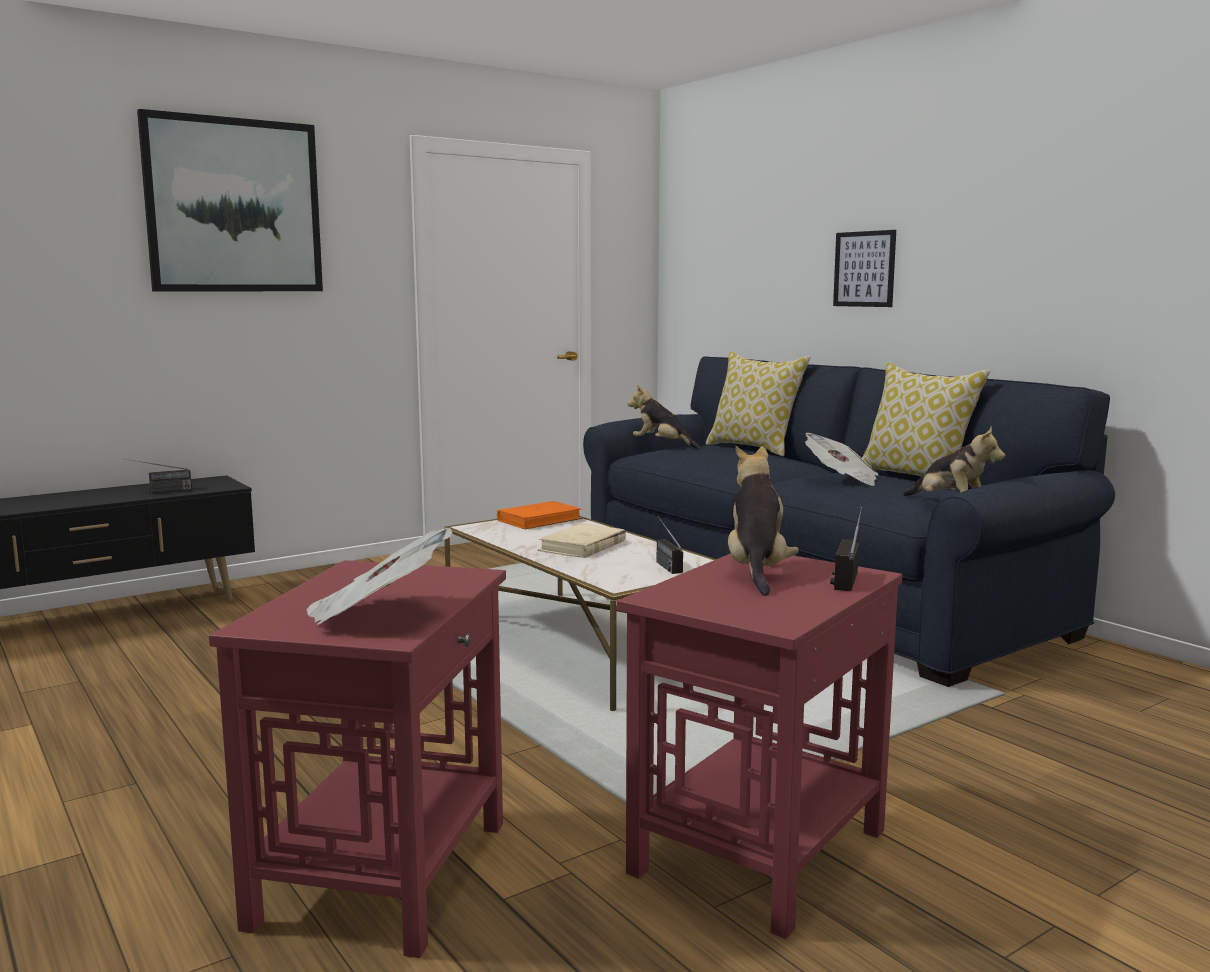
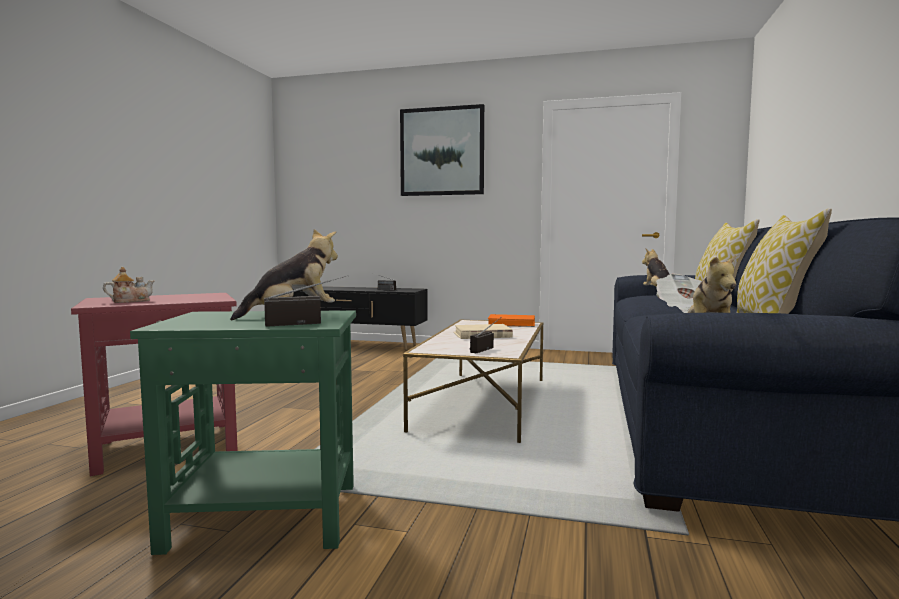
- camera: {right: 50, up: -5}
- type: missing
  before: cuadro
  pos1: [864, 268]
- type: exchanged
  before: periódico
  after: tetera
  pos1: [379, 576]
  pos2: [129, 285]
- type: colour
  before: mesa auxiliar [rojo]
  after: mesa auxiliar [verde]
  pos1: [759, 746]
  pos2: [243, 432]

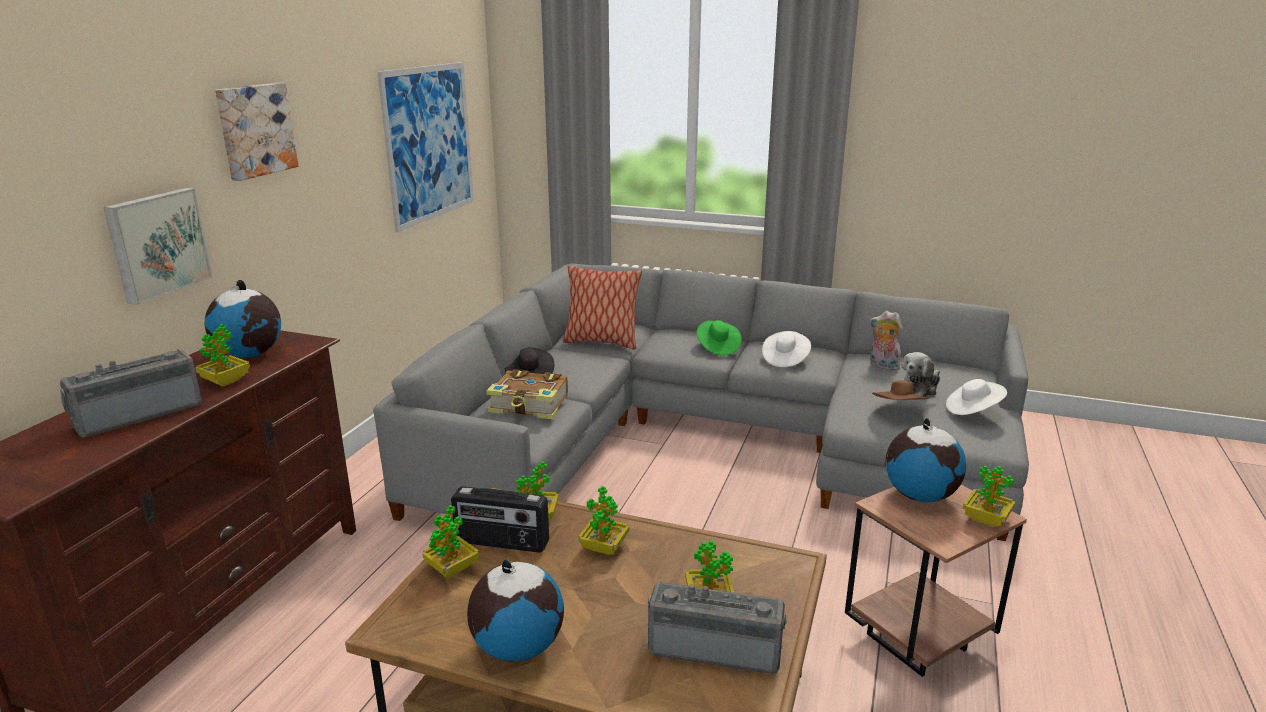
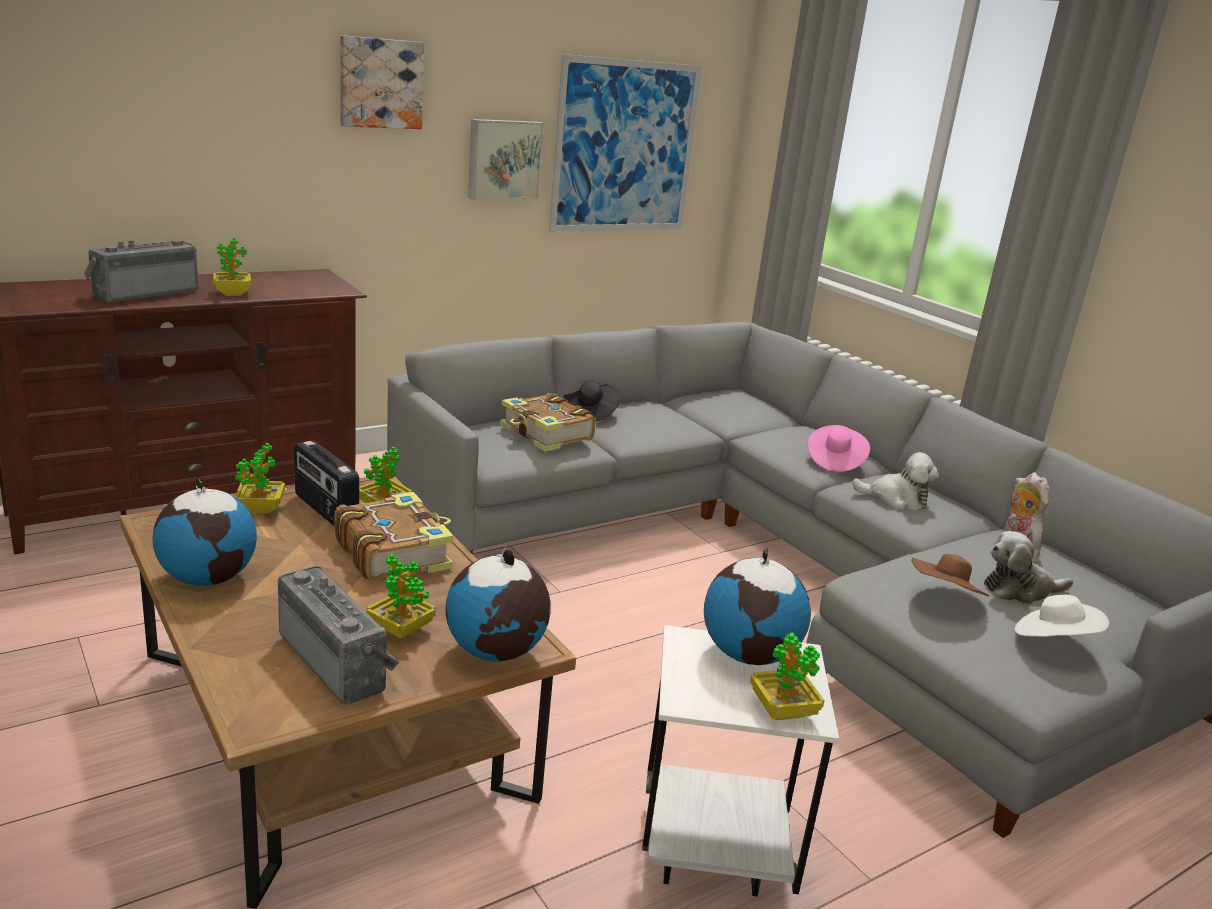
- camera: {right: 35, up: 0}
- type: missing
  before: cojín
  pos1: [602, 307]
- type: relocated
  before: cuadro
  pos1: [158, 246]
  pos2: [506, 159]
- type: relocated
  before: globo terráqueo
  pos1: [243, 319]
  pos2: [498, 605]
- type: exchanged
  before: planta en maceta
  after: libro
  pos1: [603, 520]
  pos2: [394, 536]
- type: exchanged
  before: sombrero [blanco]
  after: peluche
  pos1: [786, 349]
  pos2: [895, 481]
- type: colour
  before: sombrero [verde]
  after: sombrero [rosa]
  pos1: [719, 338]
  pos2: [839, 448]
- type: colour
  before: mesa auxiliar [marrón]
  after: mesa auxiliar [blanco]
  pos1: [936, 581]
  pos2: [740, 761]
- type: spun
  before: radio
  pos1: [131, 393]
  pos2: [141, 271]
  turn: -45

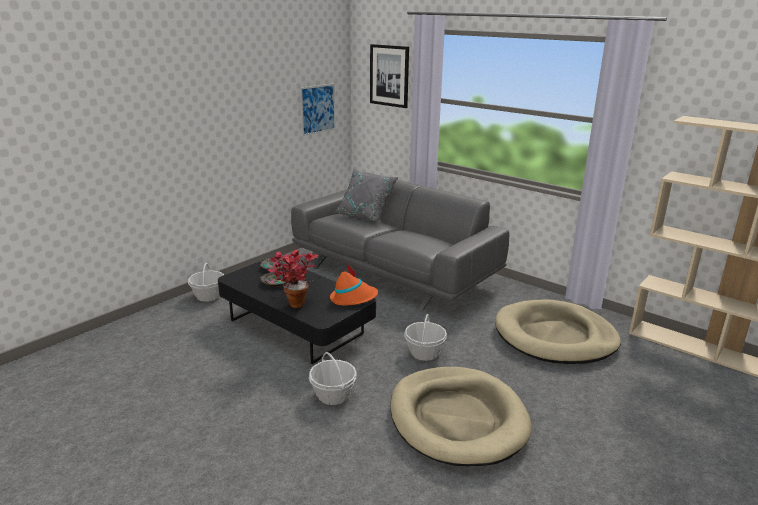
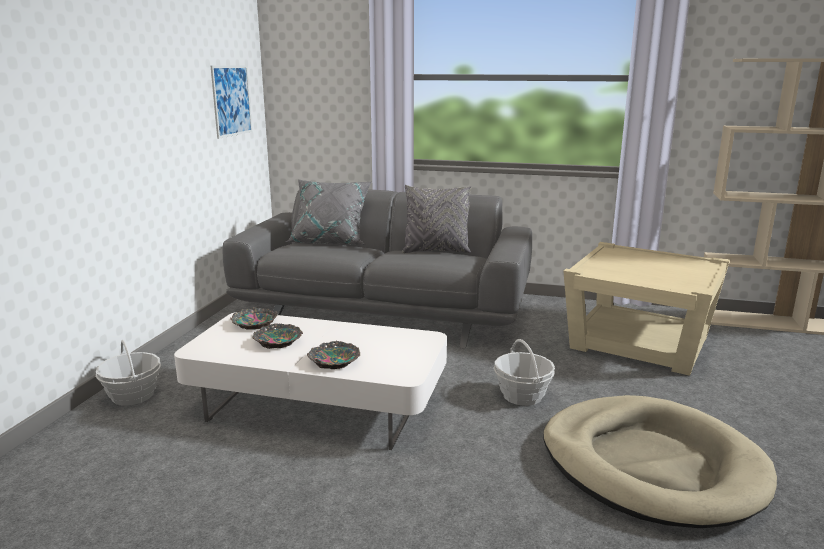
- camera: {right: -25, up: -5}
- type: missing
  before: cesta
  pos1: [333, 378]
- type: missing
  before: sombrero [naranja]
  pos1: [354, 284]
- type: missing
  before: cuadro
  pos1: [389, 76]
- type: appeared
  after: cojín [gris]
  pos2: [436, 219]
- type: exchanged
  before: planta en maceta
  after: cuenco
  pos1: [293, 278]
  pos2: [333, 355]
- type: exchanged
  before: cama para perro [beis]
  after: mesa auxiliar [beis]
  pos1: [558, 332]
  pos2: [646, 309]
- type: colour
  before: mesa de centro [negro]
  after: mesa de centro [blanco]
  pos1: [297, 311]
  pos2: [310, 381]

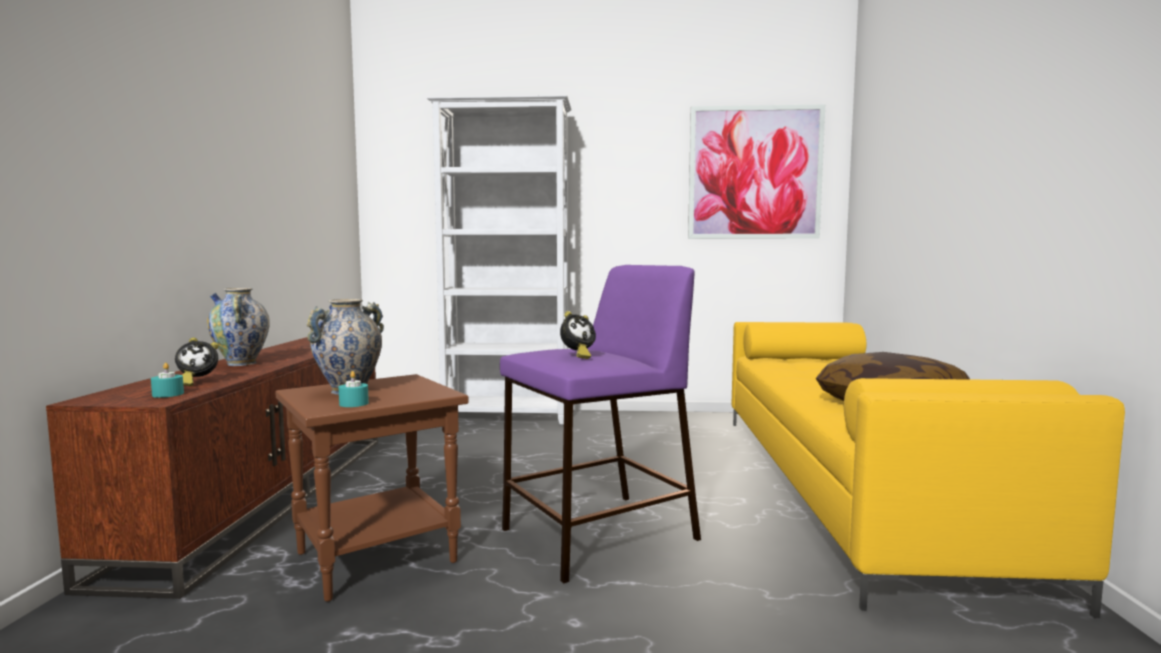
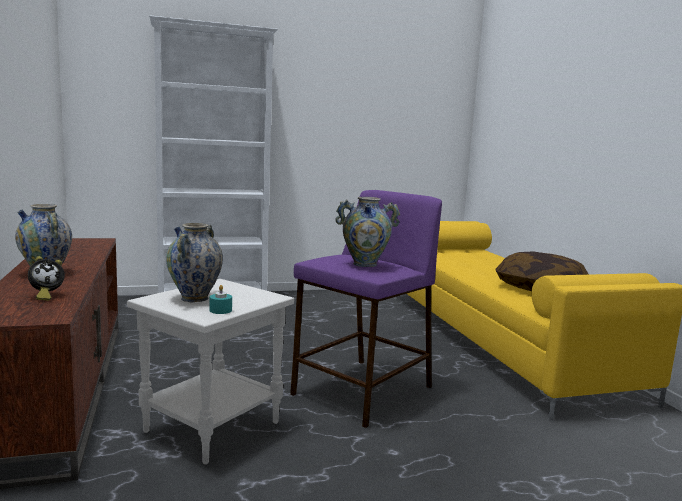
- camera: {right: -20, up: 5}
- type: missing
  before: vela [turquesa]
  pos1: [167, 380]
- type: missing
  before: cuadro
  pos1: [756, 171]
- type: exchanged
  before: despertador
  after: florero
  pos1: [578, 335]
  pos2: [368, 232]
- type: colour
  before: mesa auxiliar [marrón]
  after: mesa auxiliar [blanco]
  pos1: [372, 488]
  pos2: [210, 371]

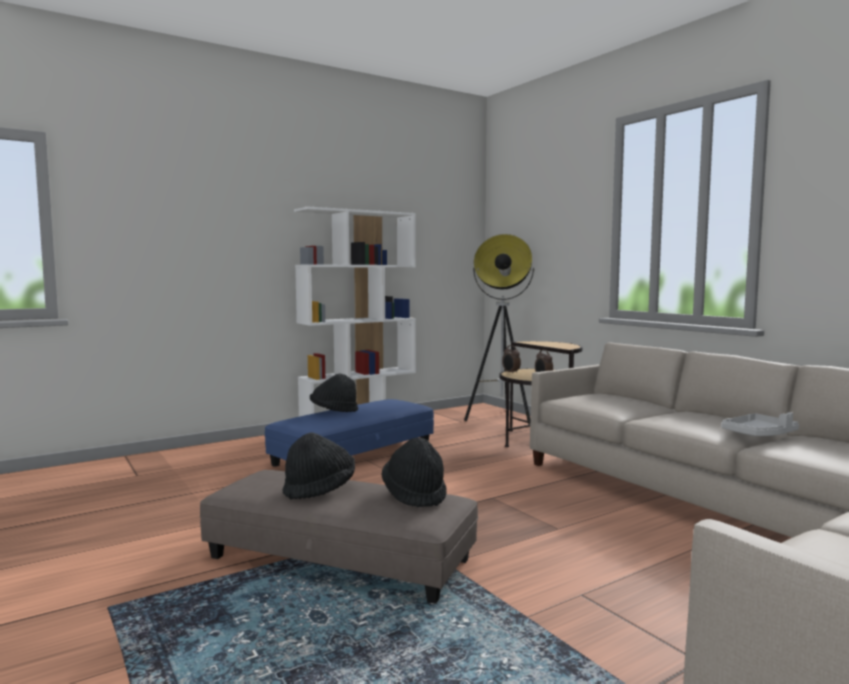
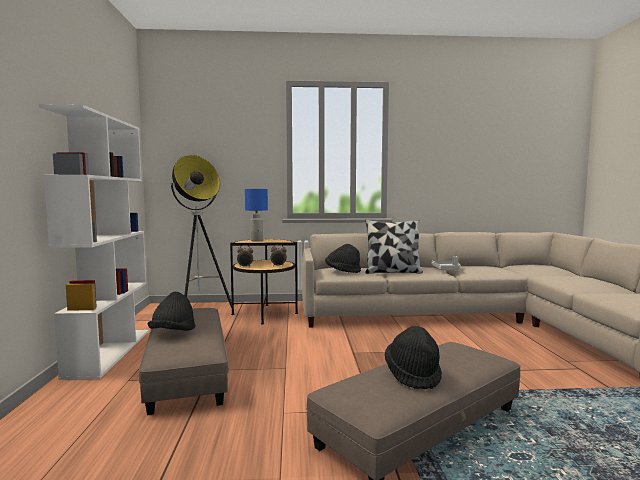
- camera: {right: -60, up: 0}
- type: appeared
  after: lámpara de mesa [azul]
  pos2: [256, 215]
- type: appeared
  after: cojín
  pos2: [394, 246]
- type: relocated
  before: sombrero [negro]
  pos1: [414, 472]
  pos2: [343, 258]
- type: colour
  before: puf [azul]
  after: puf [gris]
  pos1: [349, 433]
  pos2: [184, 361]

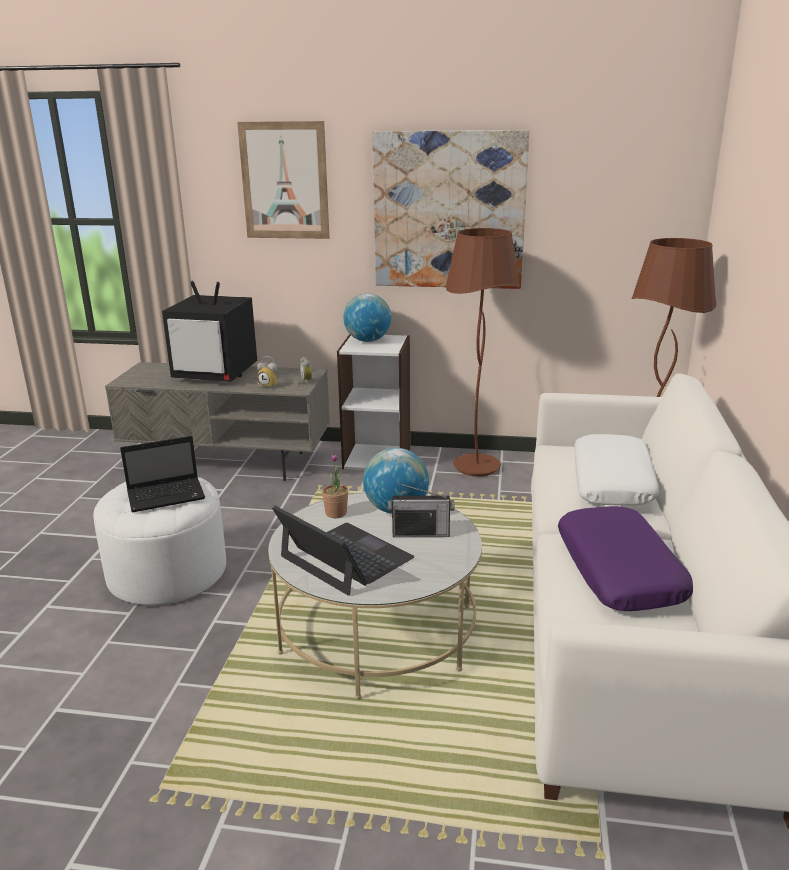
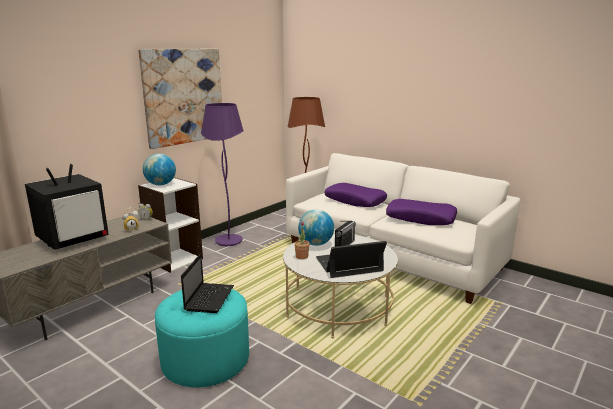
- camera: {right: -60, up: -5}
- type: missing
  before: cuadro
  pos1: [283, 180]
- type: colour
  before: puf [blanco]
  after: puf [turquesa]
  pos1: [159, 541]
  pos2: [202, 338]
- type: colour
  before: lámpara de pie [marrón]
  after: lámpara de pie [morado]
  pos1: [483, 352]
  pos2: [222, 174]
- type: colour
  before: cojín [blanco]
  after: cojín [morado]
  pos1: [616, 469]
  pos2: [356, 195]

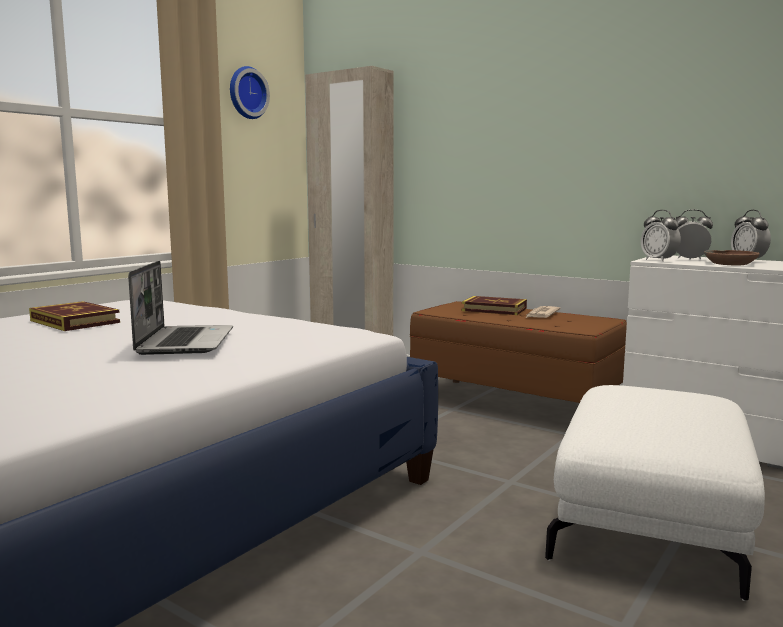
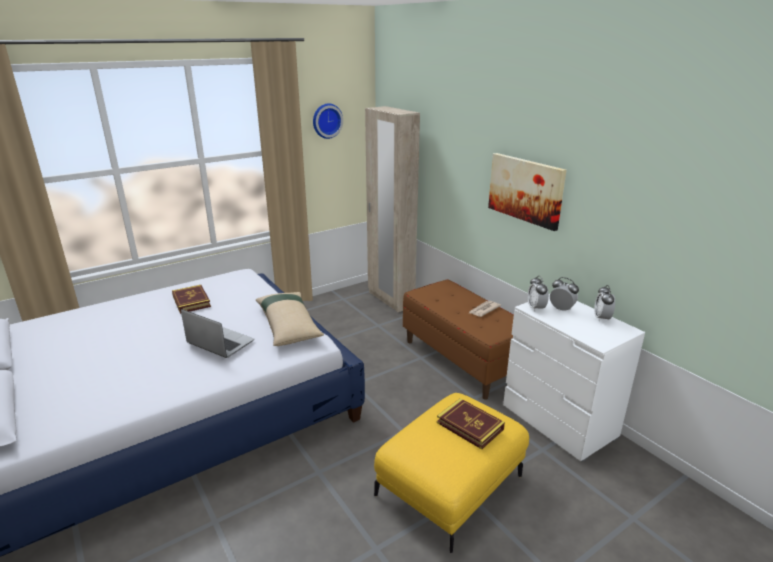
- camera: {right: 20, up: 15}
- type: missing
  before: cuenco [marrón]
  pos1: [732, 257]
- type: appeared
  after: cojín [beis]
  pos2: [290, 319]
- type: appeared
  after: cuadro
  pos2: [527, 192]
- type: relocated
  before: libro
  pos1: [494, 305]
  pos2: [471, 424]
- type: colour
  before: puf [blanco]
  after: puf [amarillo]
  pos1: [655, 493]
  pos2: [451, 473]
- type: spun
  before: portátil
  pos1: [180, 308]
  pos2: [217, 333]
  turn: -75

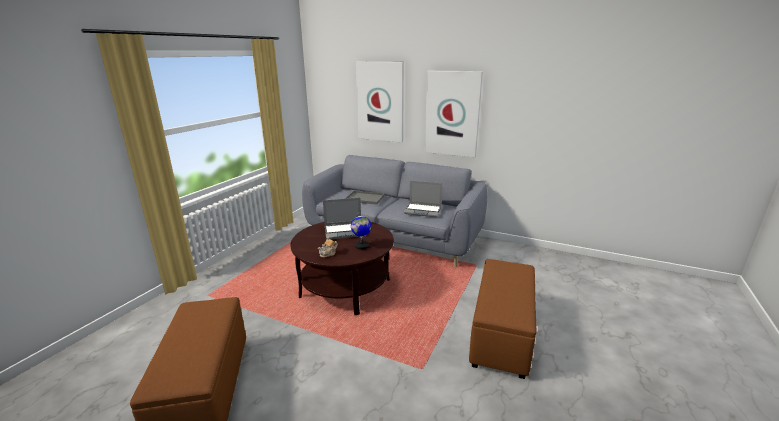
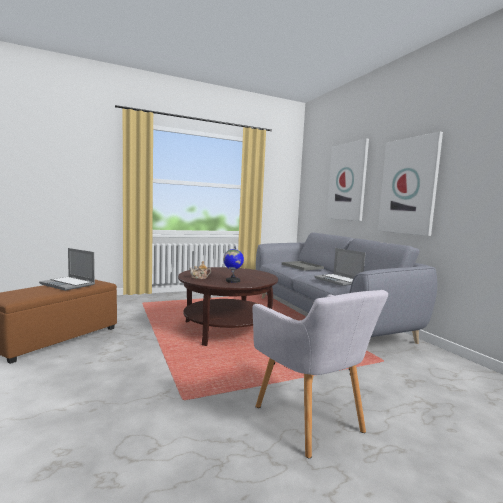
- camera: {right: 40, up: -15}
- type: relocated
  before: portátil
  pos1: [342, 218]
  pos2: [67, 269]
- type: exchanged
  before: puf [marrón]
  after: sillón [gris]
  pos1: [502, 319]
  pos2: [320, 374]

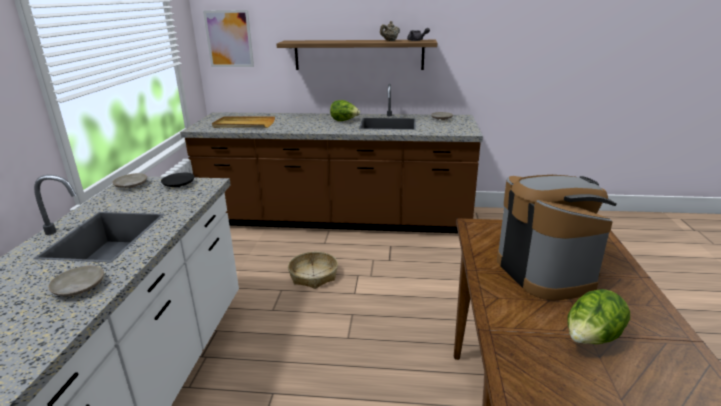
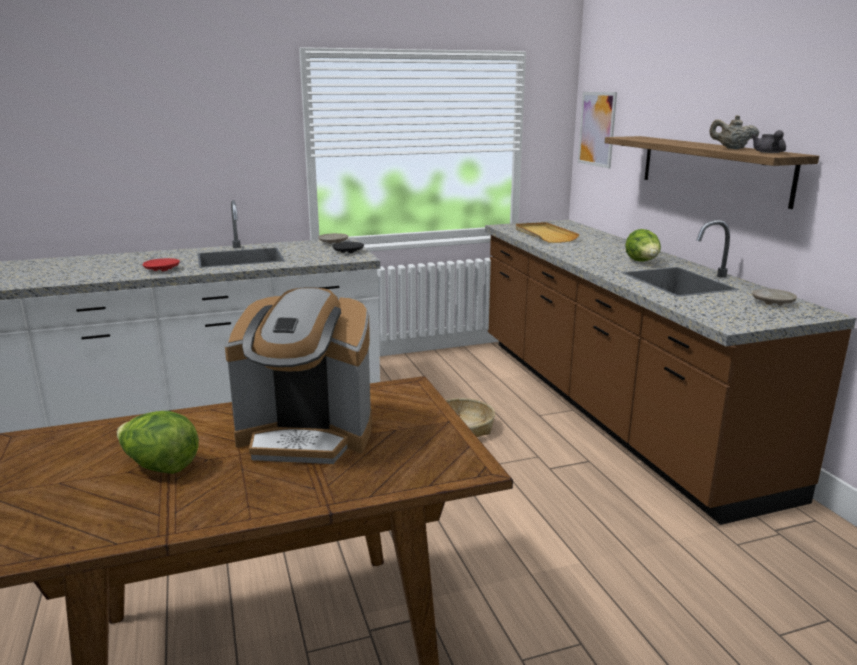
- camera: {right: 65, up: -5}
- type: colour
  before: plato [beis]
  after: plato [rojo]
  pos1: [76, 280]
  pos2: [161, 264]
- type: spun
  before: cafetera
  pos1: [557, 238]
  pos2: [298, 375]
  turn: 45

